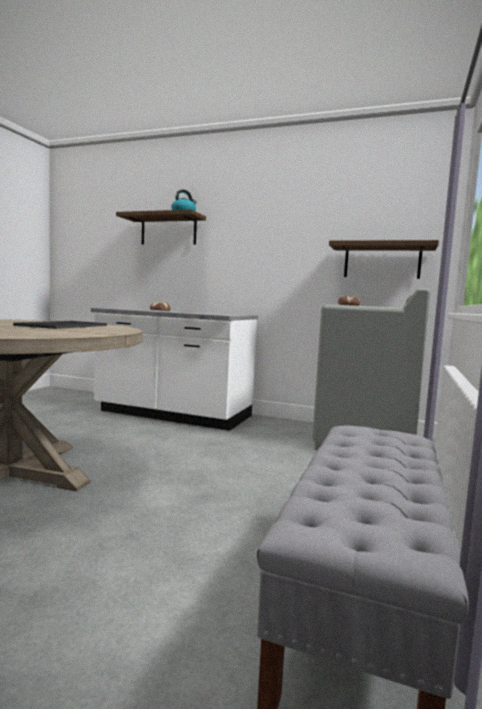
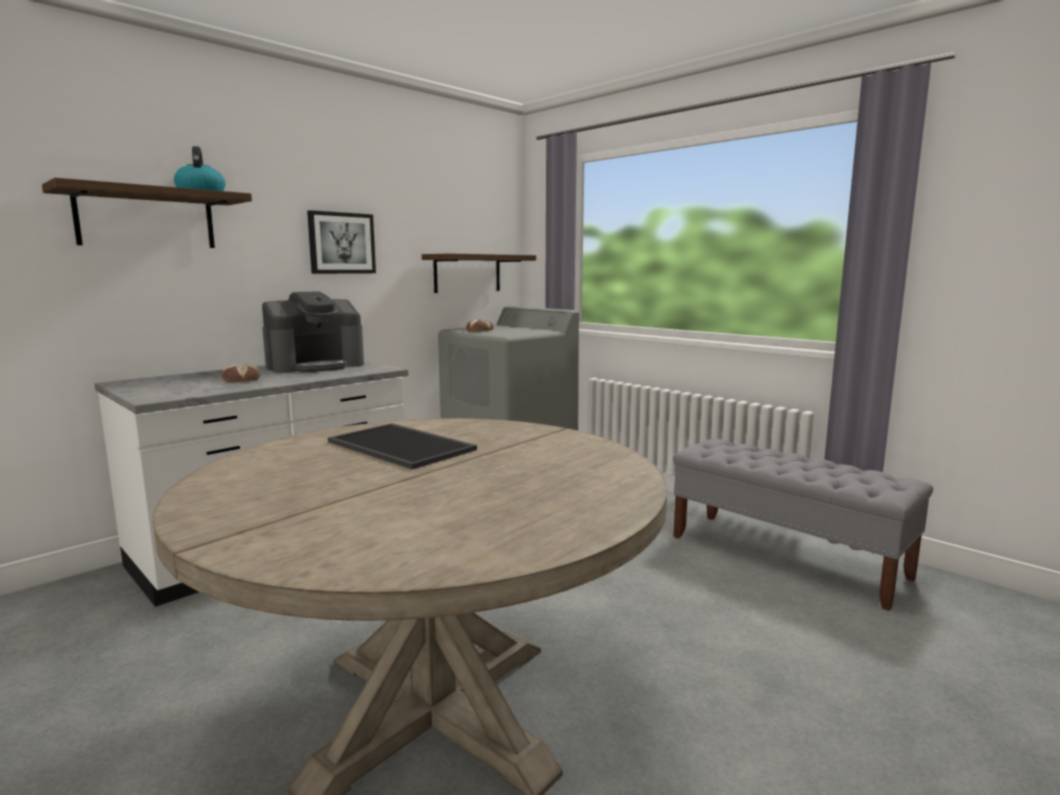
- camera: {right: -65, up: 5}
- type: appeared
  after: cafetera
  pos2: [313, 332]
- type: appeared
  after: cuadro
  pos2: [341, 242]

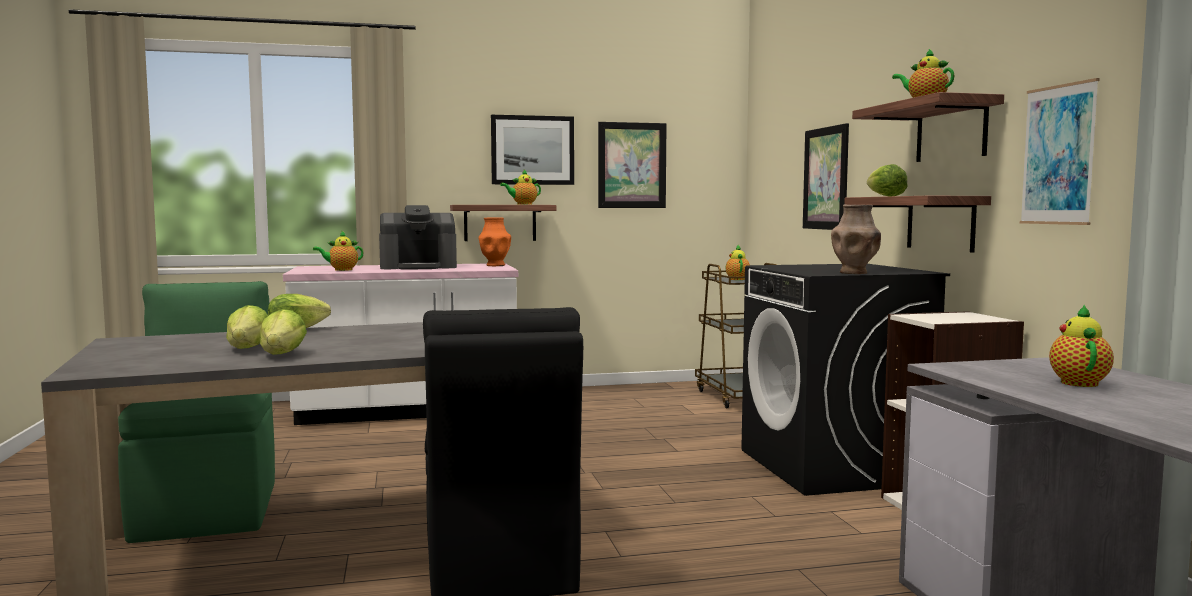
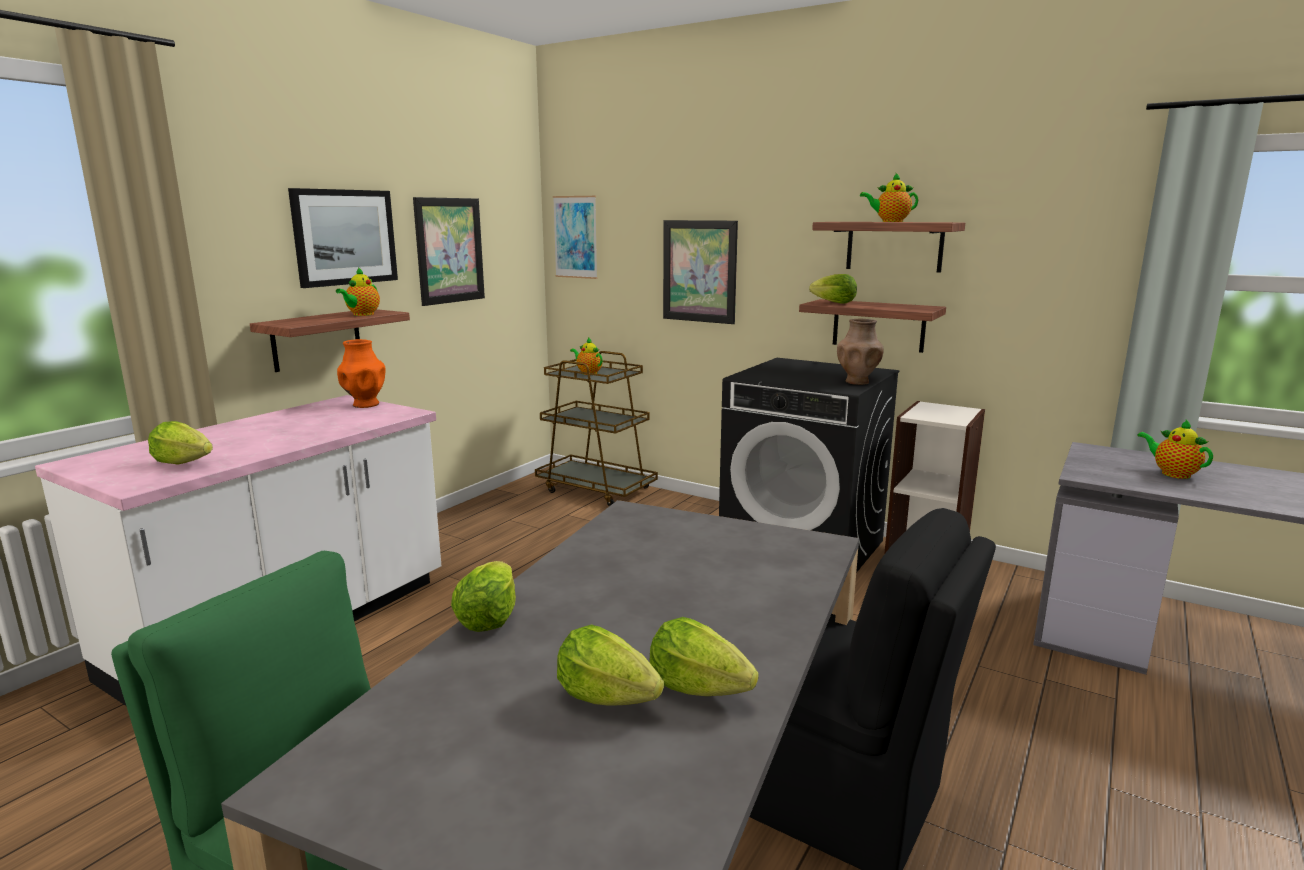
- camera: {right: -45, up: 10}
- type: missing
  before: cafetera
  pos1: [418, 237]
- type: relocated
  before: cuadro
  pos1: [1060, 151]
  pos2: [575, 237]
- type: exchanged
  before: tetera
  after: lechuga
  pos1: [338, 250]
  pos2: [180, 443]

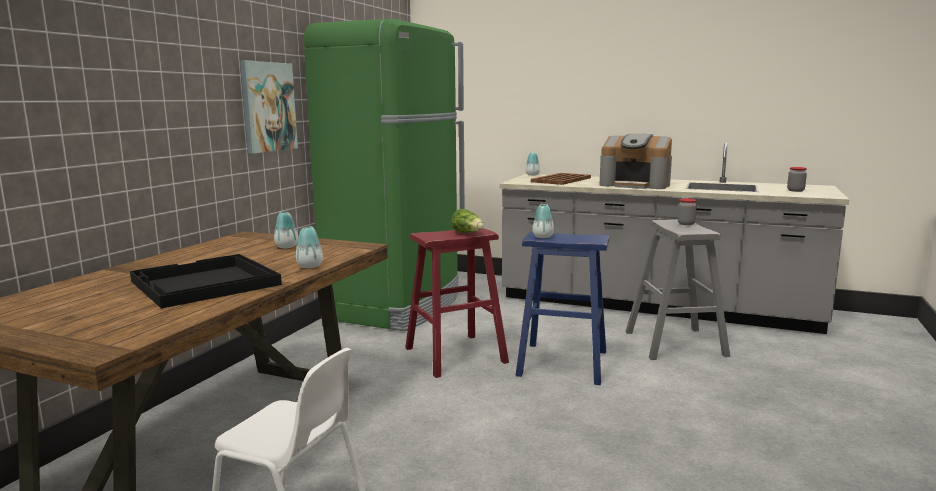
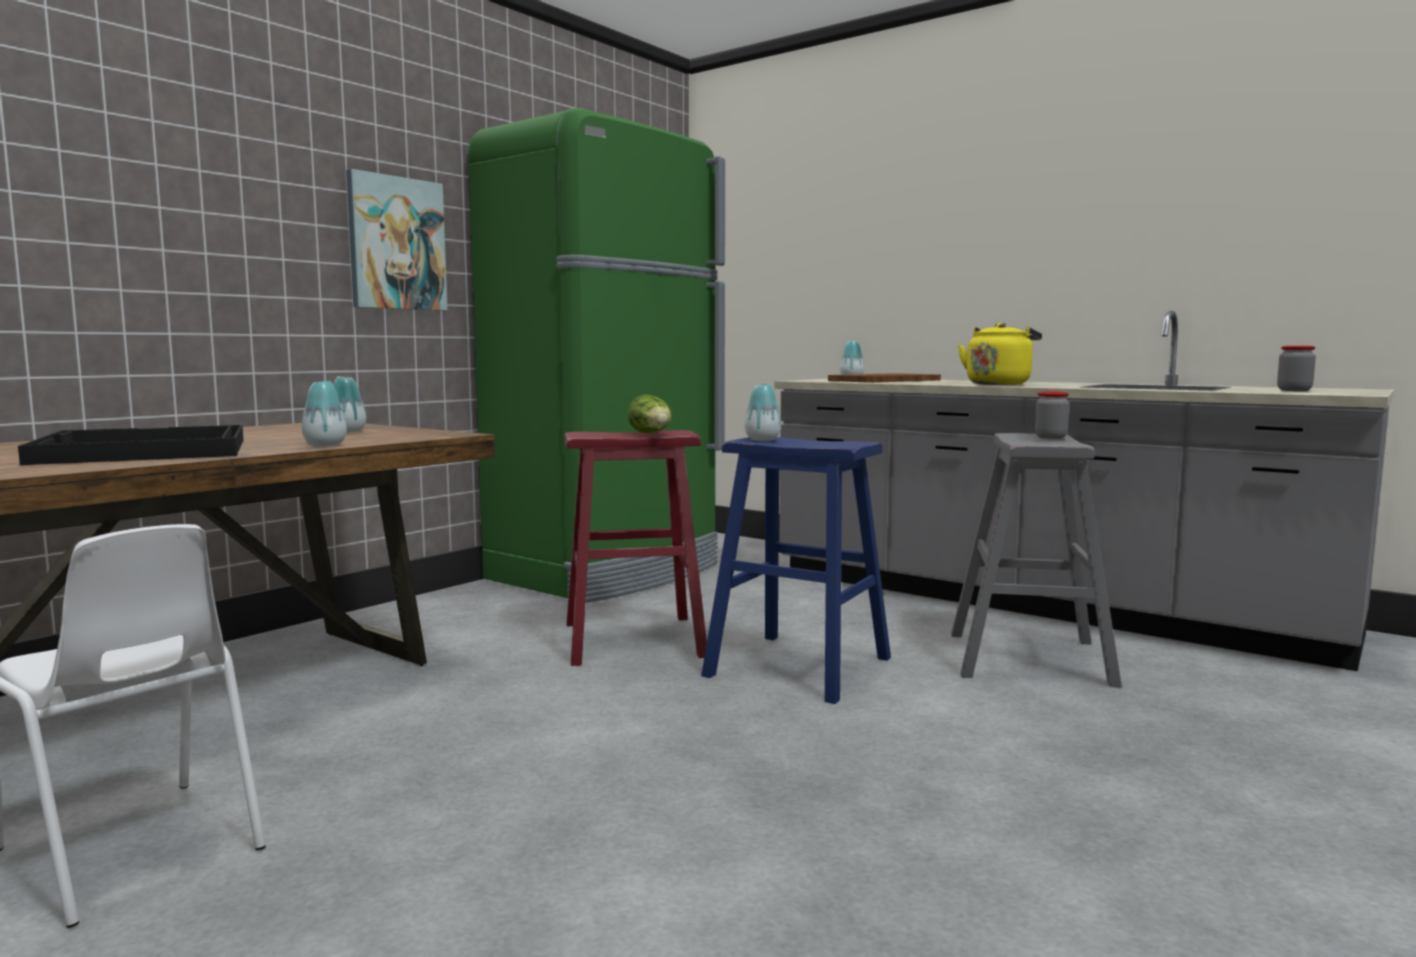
- camera: {right: 15, up: -5}
- type: exchanged
  before: cafetera
  after: hervidor [amarillo]
  pos1: [635, 161]
  pos2: [1000, 354]

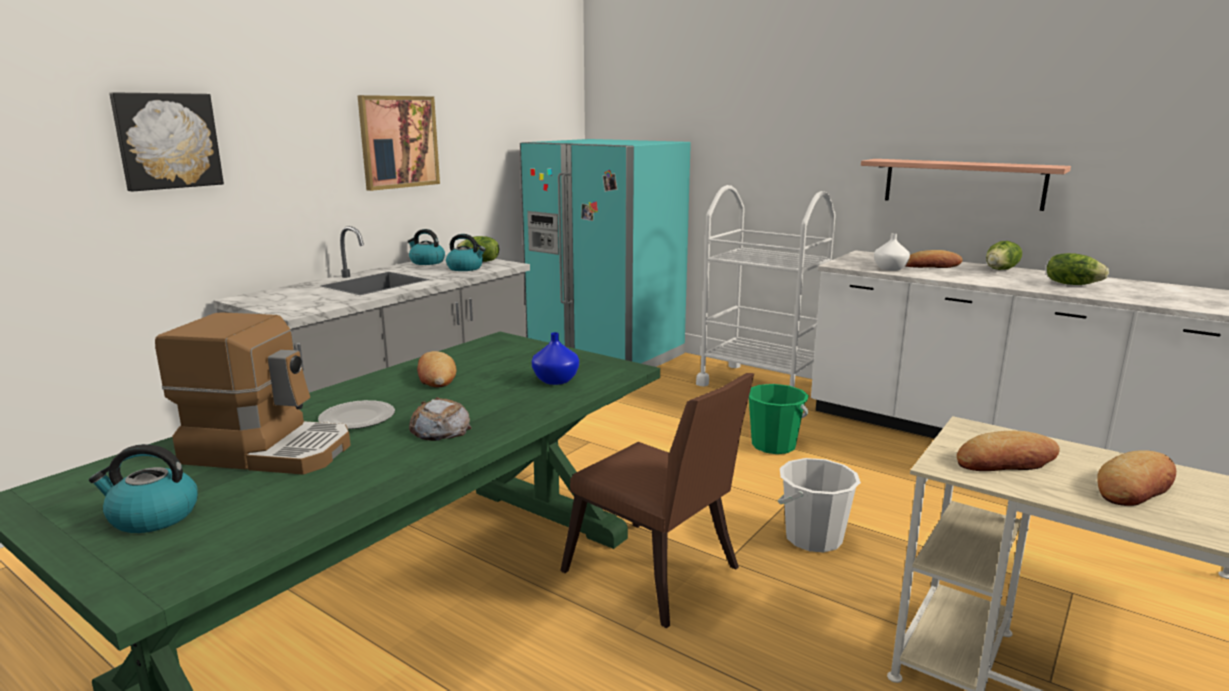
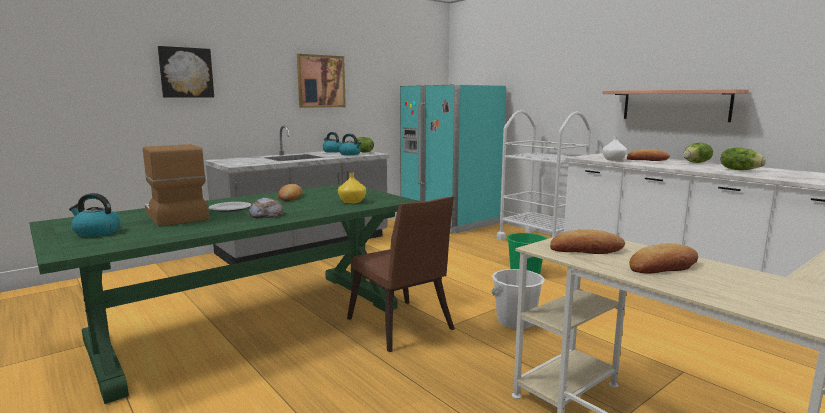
- camera: {right: 15, up: -5}
- type: colour
  before: florero [azul]
  after: florero [amarillo]
  pos1: [555, 358]
  pos2: [352, 188]
- type: spun
  before: cafetera
  pos1: [253, 393]
  pos2: [176, 185]
  turn: -150

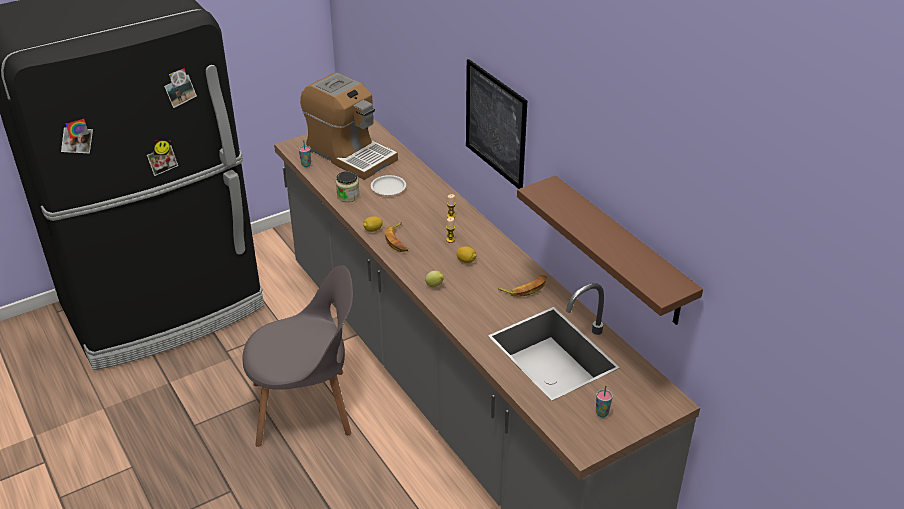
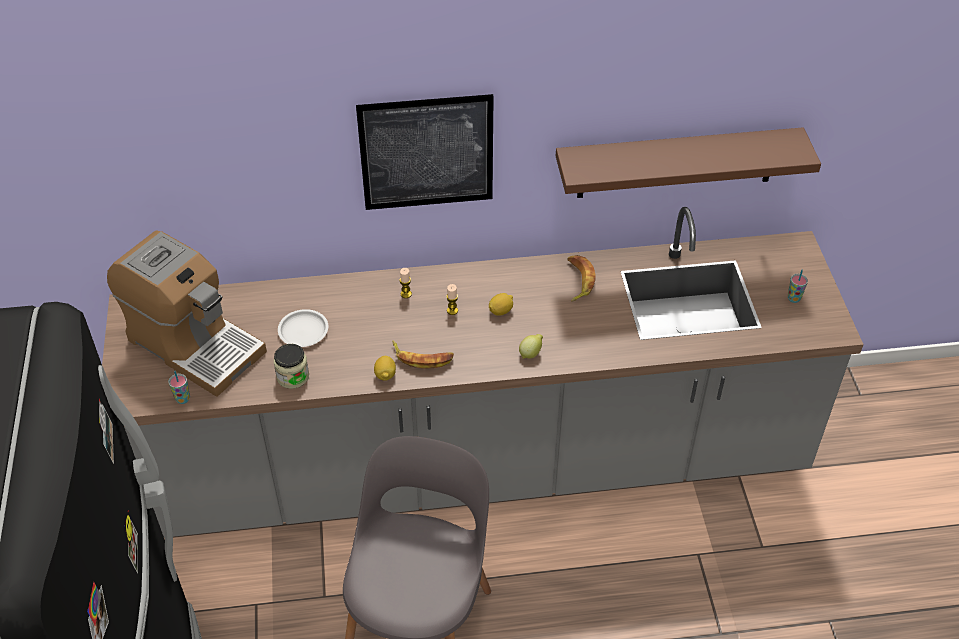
- camera: {right: -65, up: 10}
- type: spun
  before: cafetera
  pos1: [349, 126]
  pos2: [187, 313]
  turn: 60

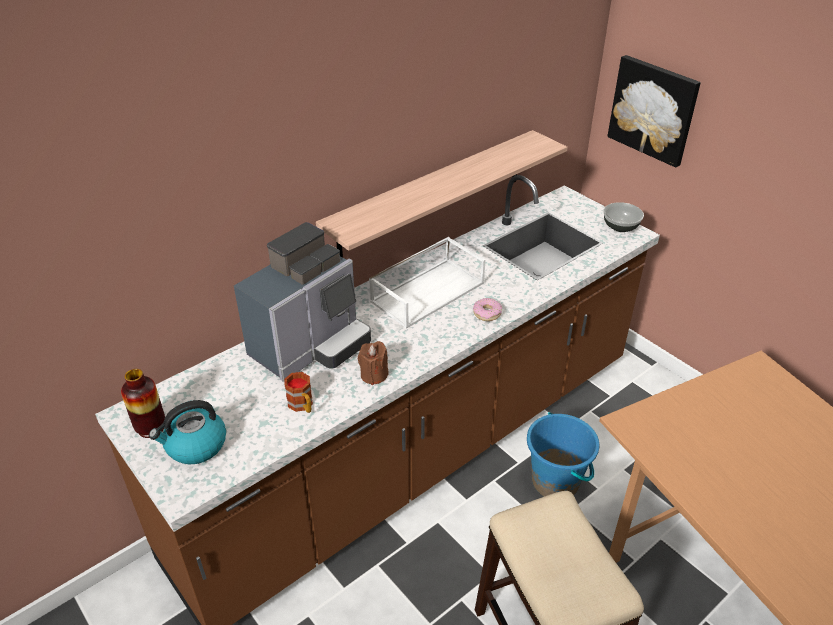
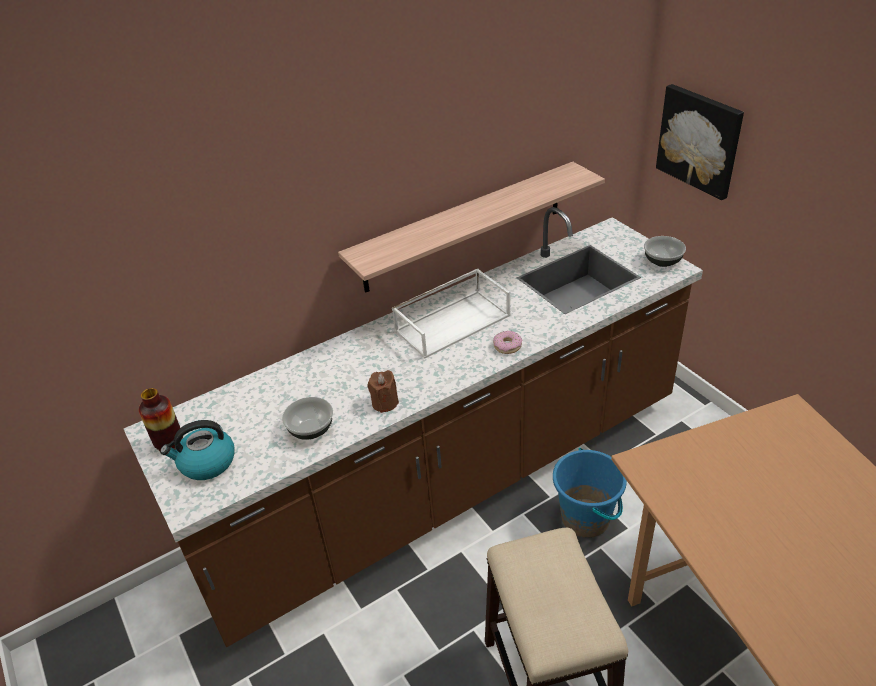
- camera: {right: 10, up: 0}
- type: missing
  before: cafetera
  pos1: [302, 302]
- type: exchanged
  before: taza grande
  after: cuenco
  pos1: [298, 392]
  pos2: [307, 418]

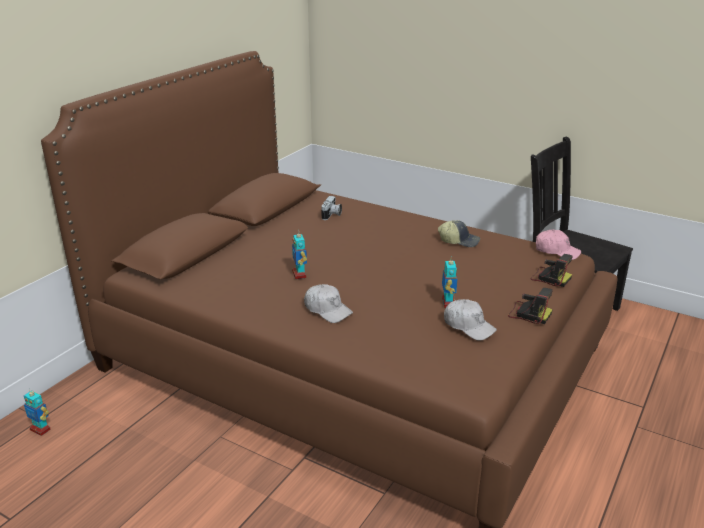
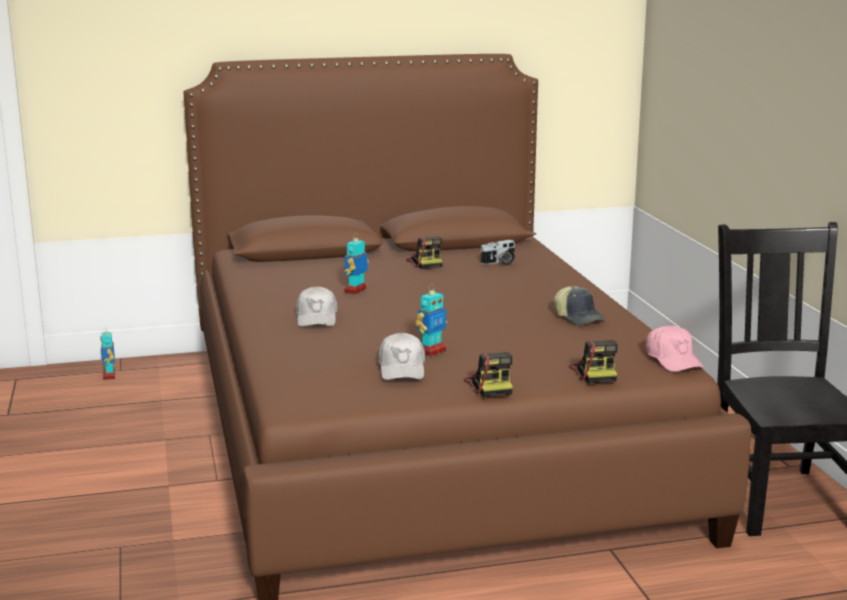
- camera: {right: 45, up: -10}
- type: appeared
  after: cámara
  pos2: [424, 252]

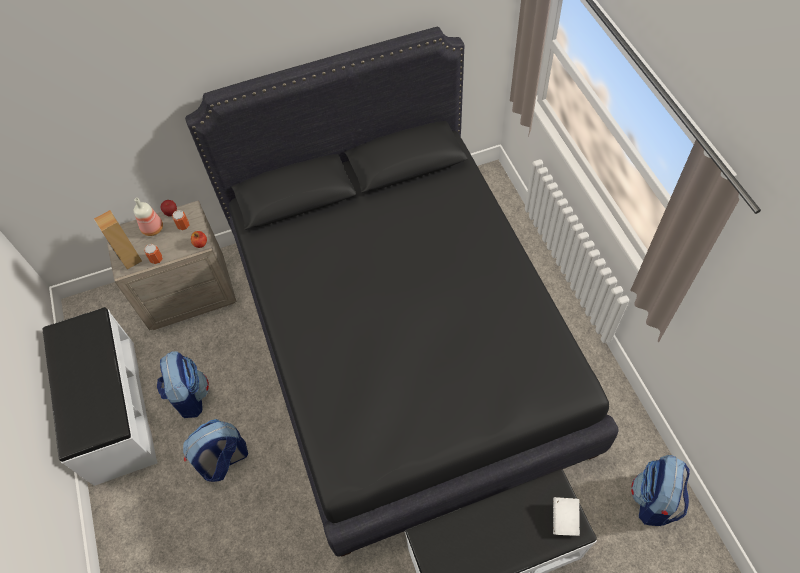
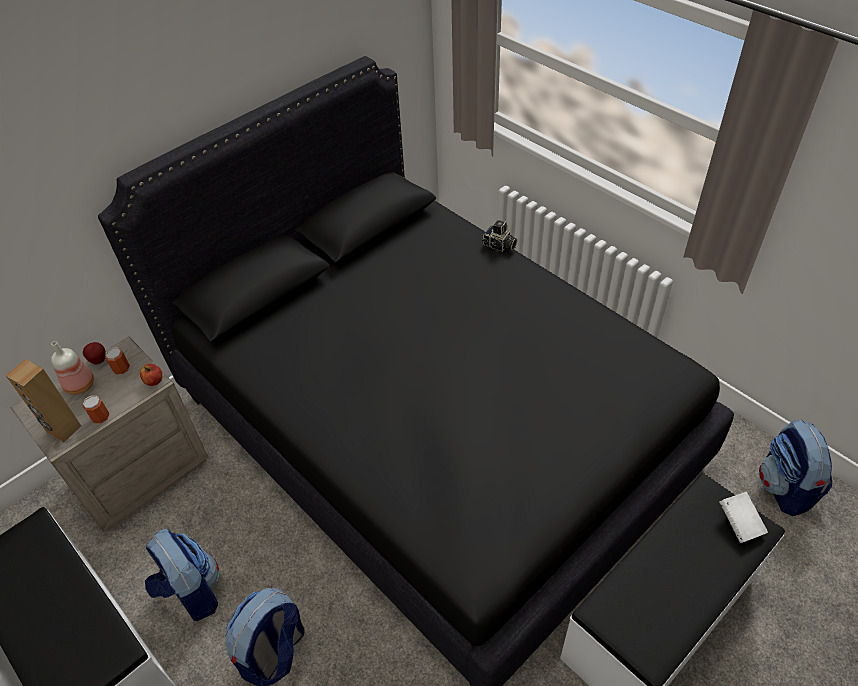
- camera: {right: -25, up: -10}
- type: appeared
  after: cámara
  pos2: [499, 236]

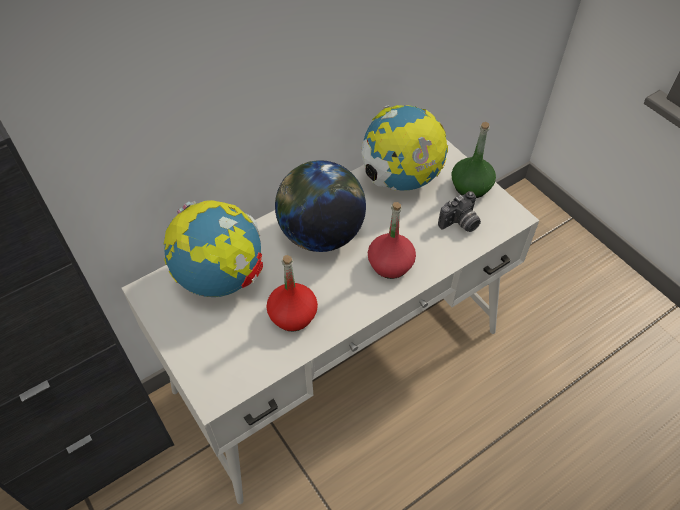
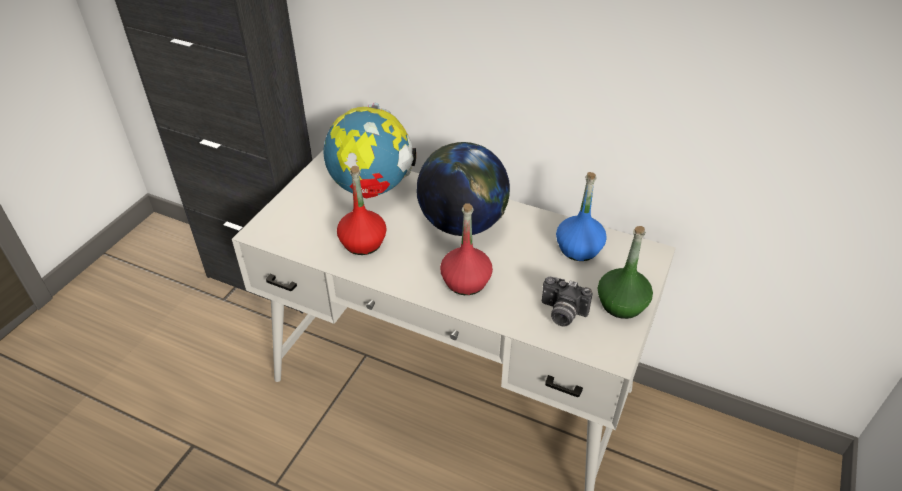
- camera: {right: 60, up: -10}
- type: exchanged
  before: globo terráqueo
  after: botella [azul]
  pos1: [404, 148]
  pos2: [581, 216]

